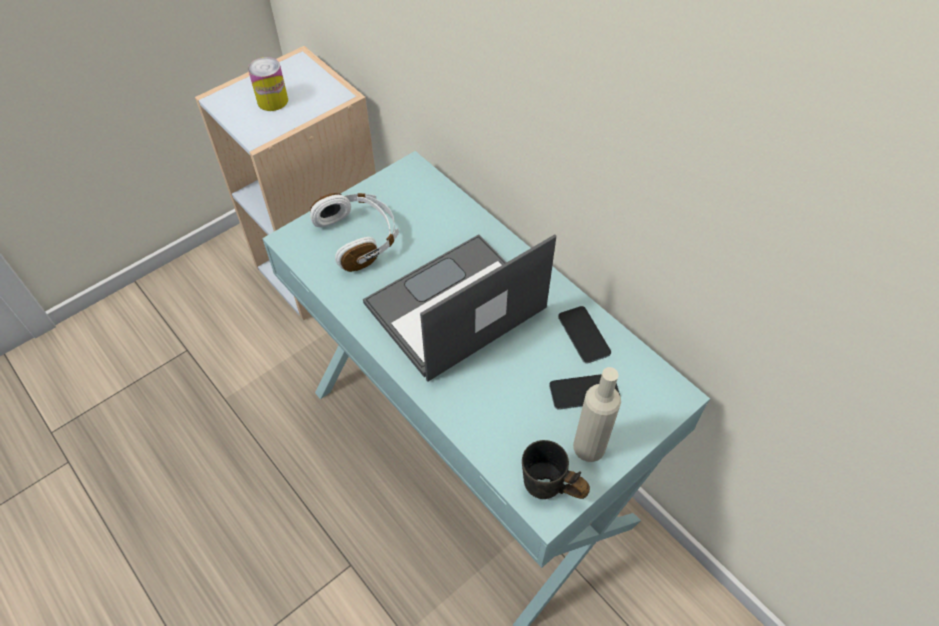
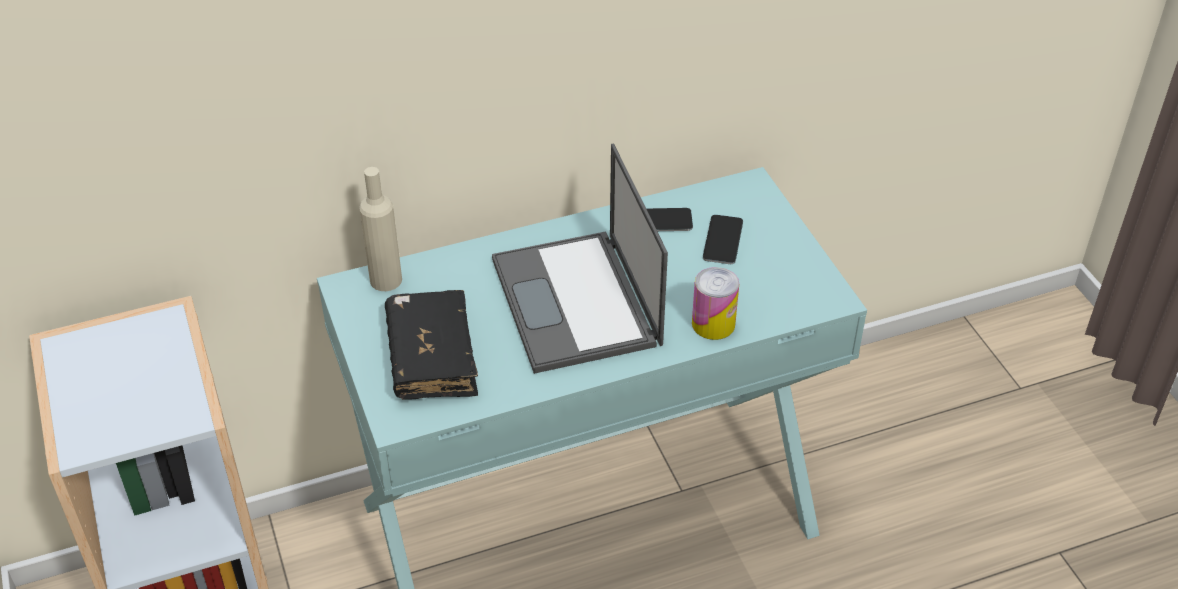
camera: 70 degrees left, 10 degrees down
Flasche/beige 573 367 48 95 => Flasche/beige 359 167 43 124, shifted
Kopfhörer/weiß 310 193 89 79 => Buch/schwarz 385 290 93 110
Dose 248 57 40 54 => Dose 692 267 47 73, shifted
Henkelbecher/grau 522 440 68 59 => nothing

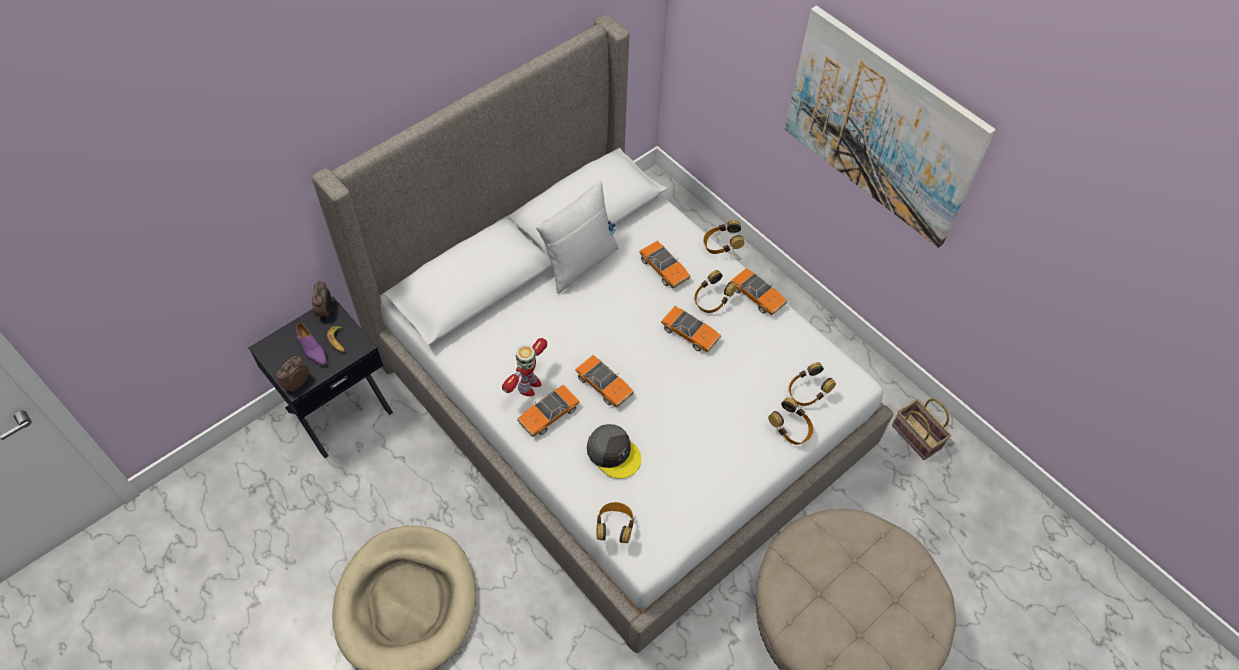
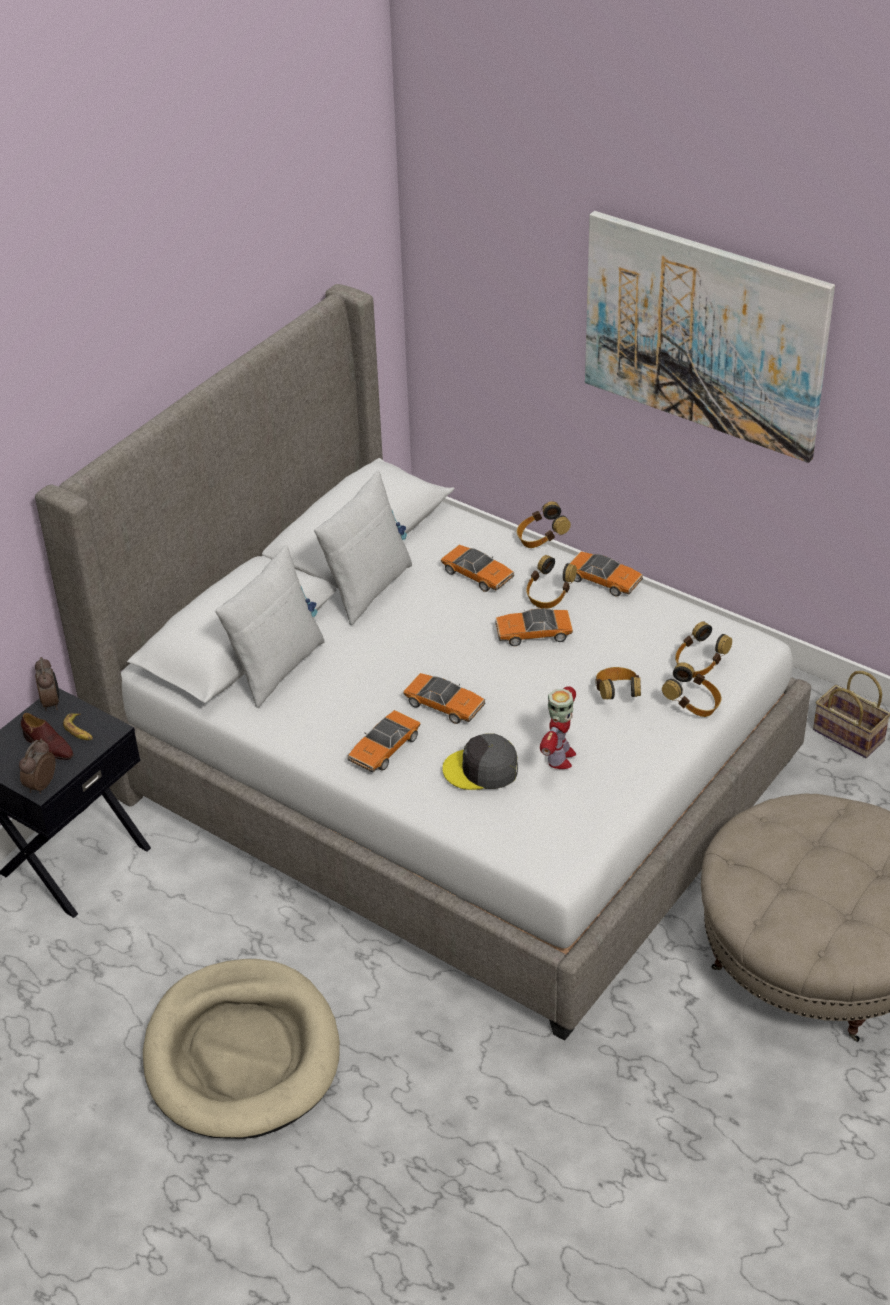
camera: 10 degrees left, 15 degrees down
Schuh/lila 295 323 32 43 => Schuh/braun 21 713 52 47
nothing => Kissen/grau 215 545 110 163
Kappe/grau 587 424 55 55 => Kappe/grau 442 733 76 57, 150 degrees clockwise
Spielzeugauto 661 306 60 46 => Spielzeugauto 495 608 78 38, 150 degrees clockwise
Spielzeugroboter 502 338 45 58 => Spielzeugroboter 540 686 36 83, shifted
Kopfhörer 597 502 37 41 => Kopfhörer 595 667 46 32, shifted

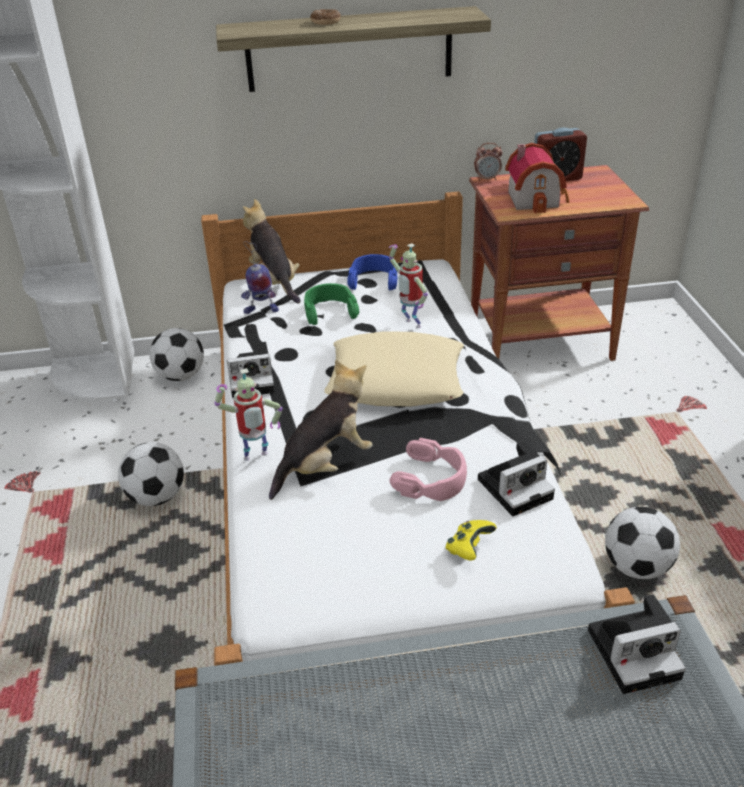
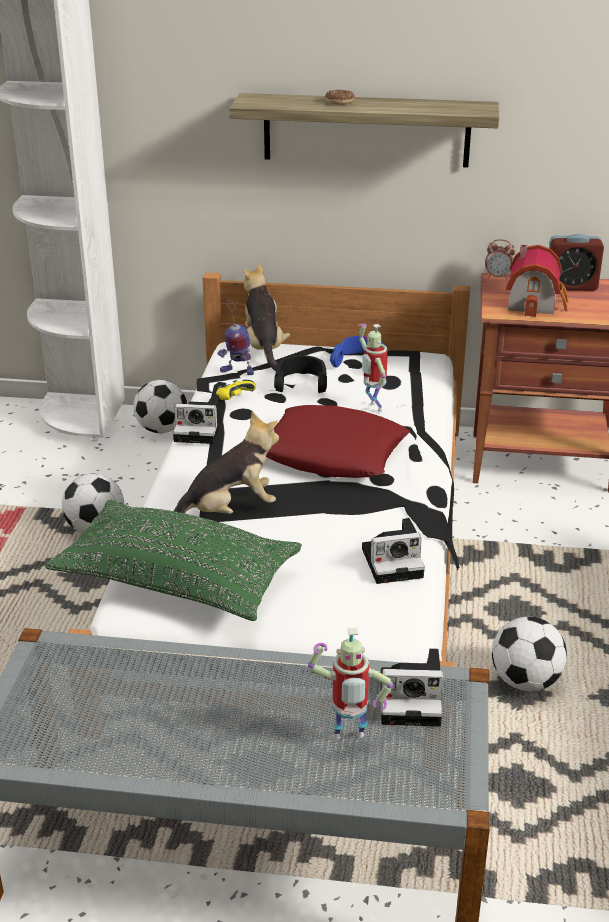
camera: 15 degrees right, 5 degrees down
nothing => Kissen/grün 45 499 257 122
Gamepad/gelb 446 520 51 40 => Gamepad/gelb 216 380 40 20, shifted
Kissen/beige 324 331 140 75 => Kissen/rot 266 405 144 73
Kopfhörer/grün 304 283 55 42 => Kopfhörer/schwarz 274 355 53 38
Spielzeugroboter 214 368 69 93 => Spielzeugroboter 308 628 85 111, shifted
Kopfhörer/rosa 390 438 77 63 => nothing

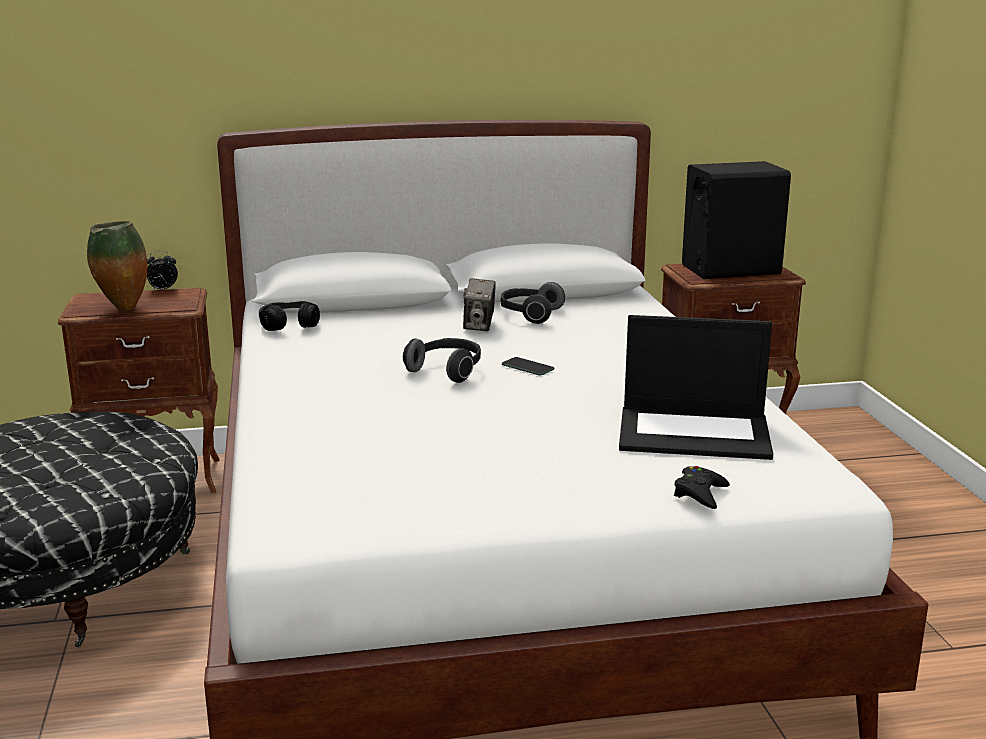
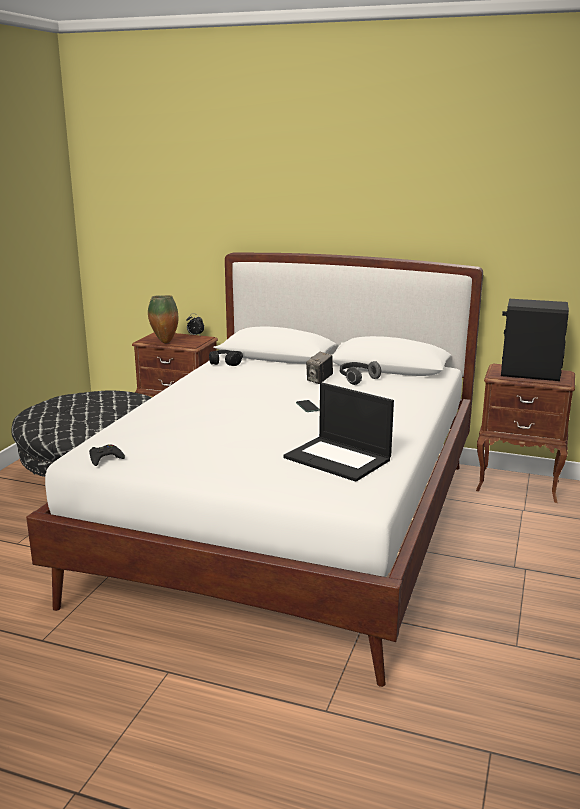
camera: 30 degrees right, 0 degrees up
Gamepad/schwarz 674 466 56 43 => Gamepad/schwarz 89 444 36 22, shifted
Kopfhörer 403 338 78 45 => nothing

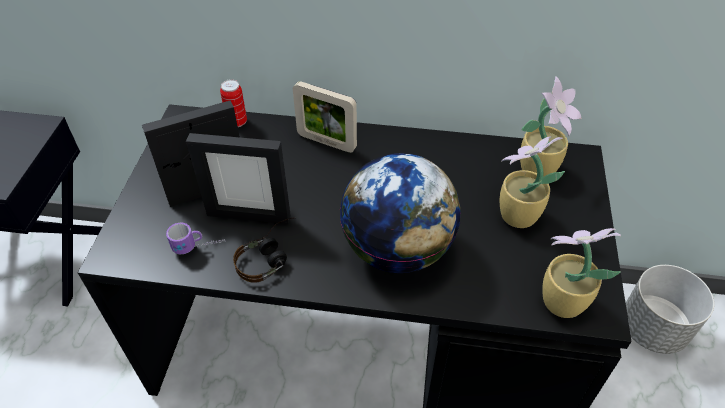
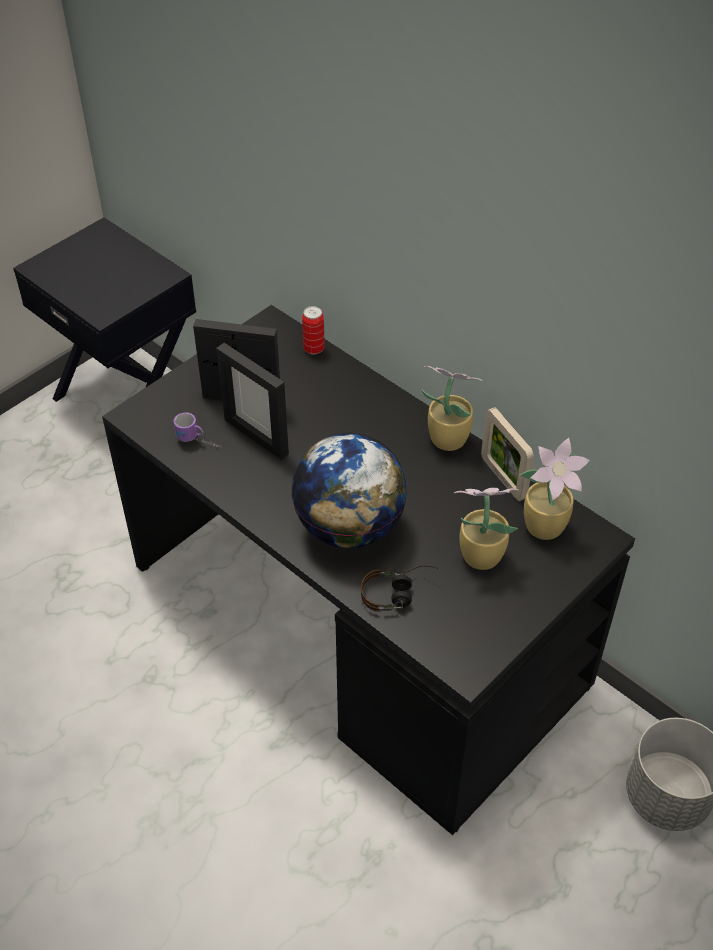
camera: 35 degrees right, 0 degrees up
Kopfhörer 233 218 60 65 => Kopfhörer 361 566 79 45, shifted
Topfpflanze 542 228 79 90 => Topfpflanze 422 366 61 85, shifted
Bilderrahmen 293 81 64 72 => Bilderrahmen 481 407 53 94, shifted

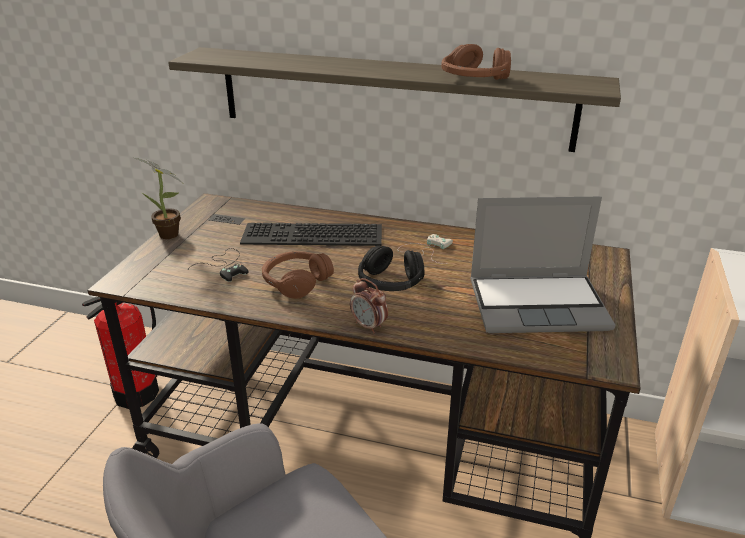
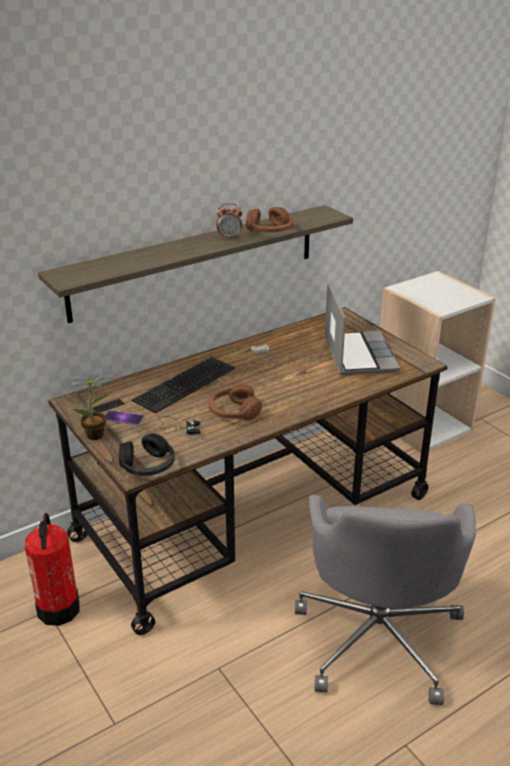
camera: 50 degrees left, 0 degrees up
nothing => Handy 105 410 39 16
Kopfhörer/schwarz 358 246 66 45 => Kopfhörer/schwarz 119 433 55 43, shifted
Wecker 350 278 38 55 => Wecker 216 203 26 36, shifted
Laptop 470 197 145 136 => Laptop 324 283 76 92, 45 degrees counterclockwise

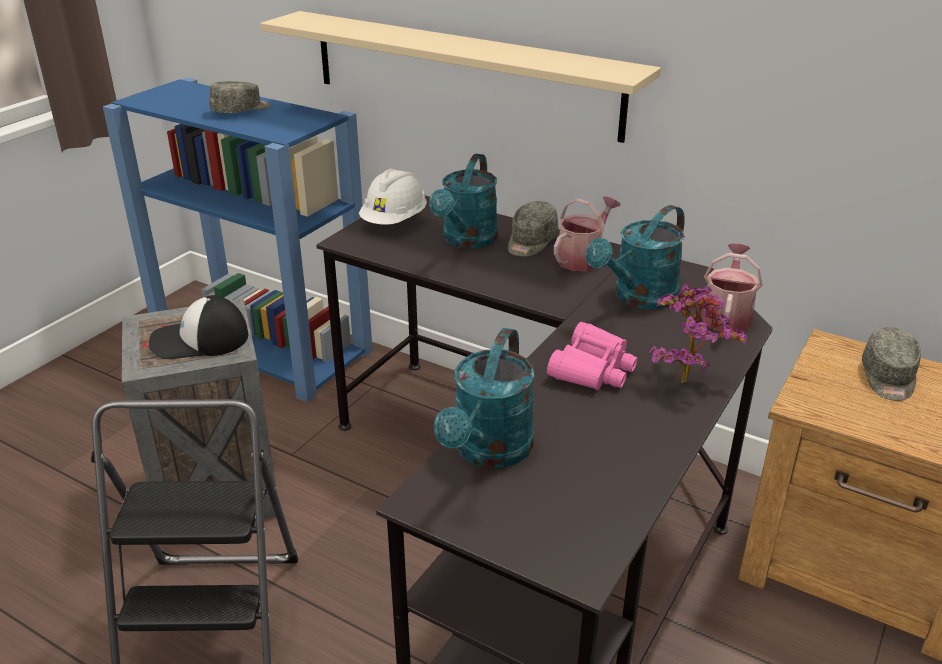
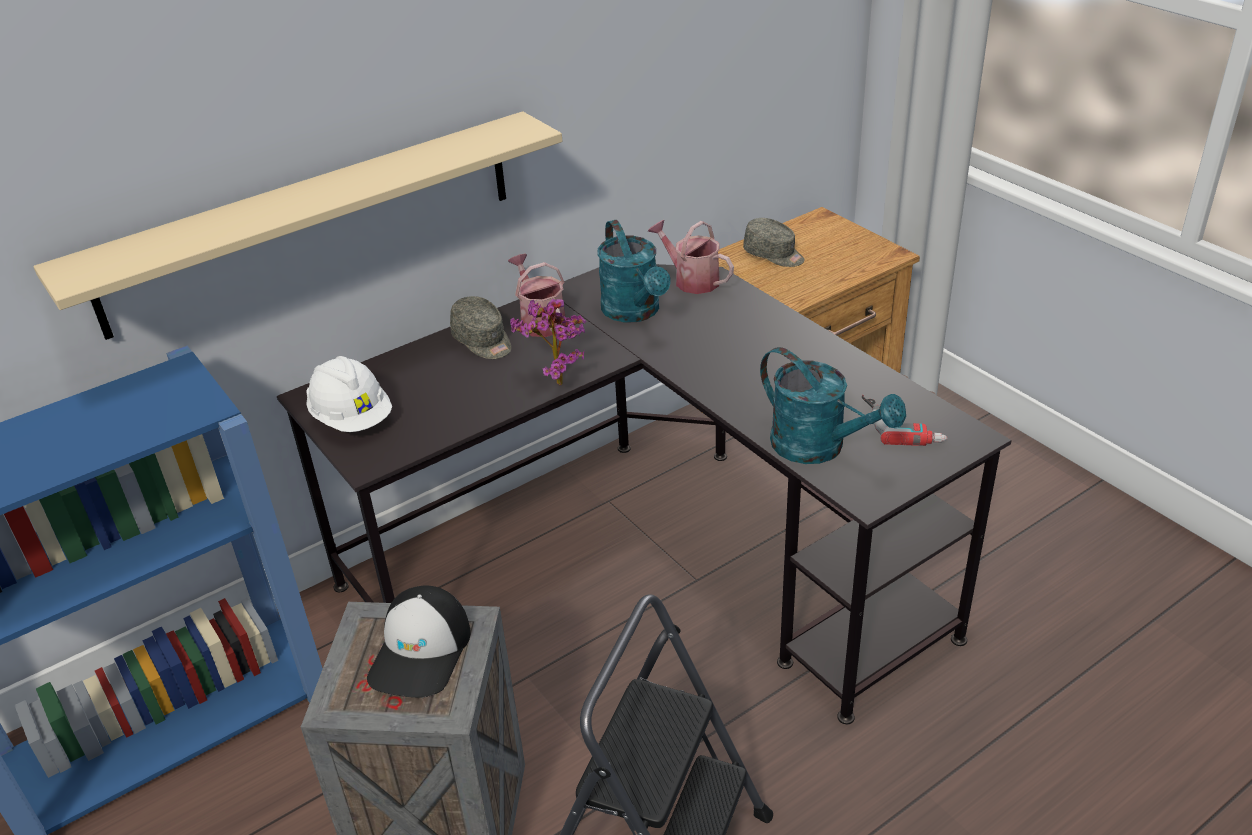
camera: 65 degrees left, 5 degrees up
Topfpflanze 649 283 98 100 => Topfpflanze 510 299 77 87, shifted
nothing => Bohrmaschine 862 395 85 51
Kappe/grau 209 81 62 32 => nothing
Gießkanne/türkis 429 154 69 94 => nothing
Fernglas/rosa 547 322 91 68 => nothing

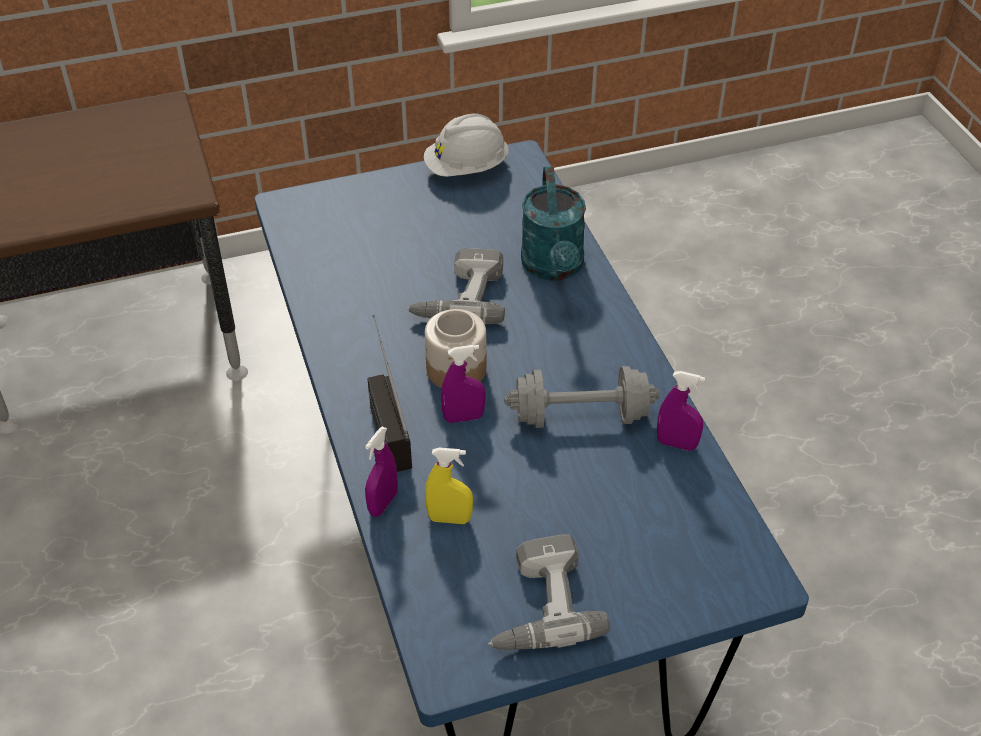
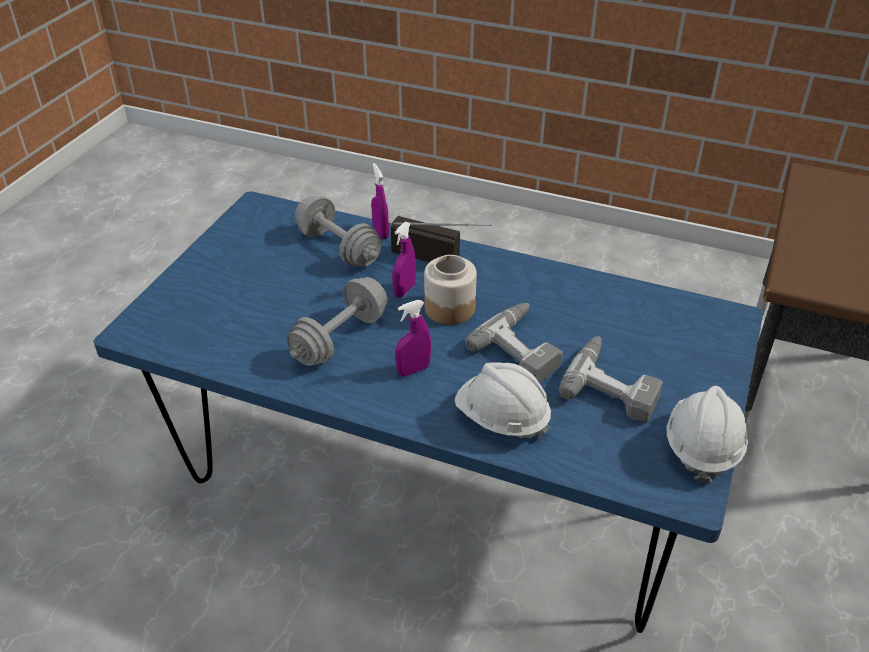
camera: 130 degrees right, 5 degrees down
Sprühflasche/gelb 425 448 48 76 => Hantel/grau 295 196 86 71
Sprühflasche/lila 657 371 49 80 => Sprühflasche/lila 395 300 36 76, shifted
Gießkanne/türkis 521 166 65 115 => Schutzhelm/weiß 455 362 96 77
Bohrmaschine 488 534 122 116 => Bohrmaschine 559 336 104 87, shifted

